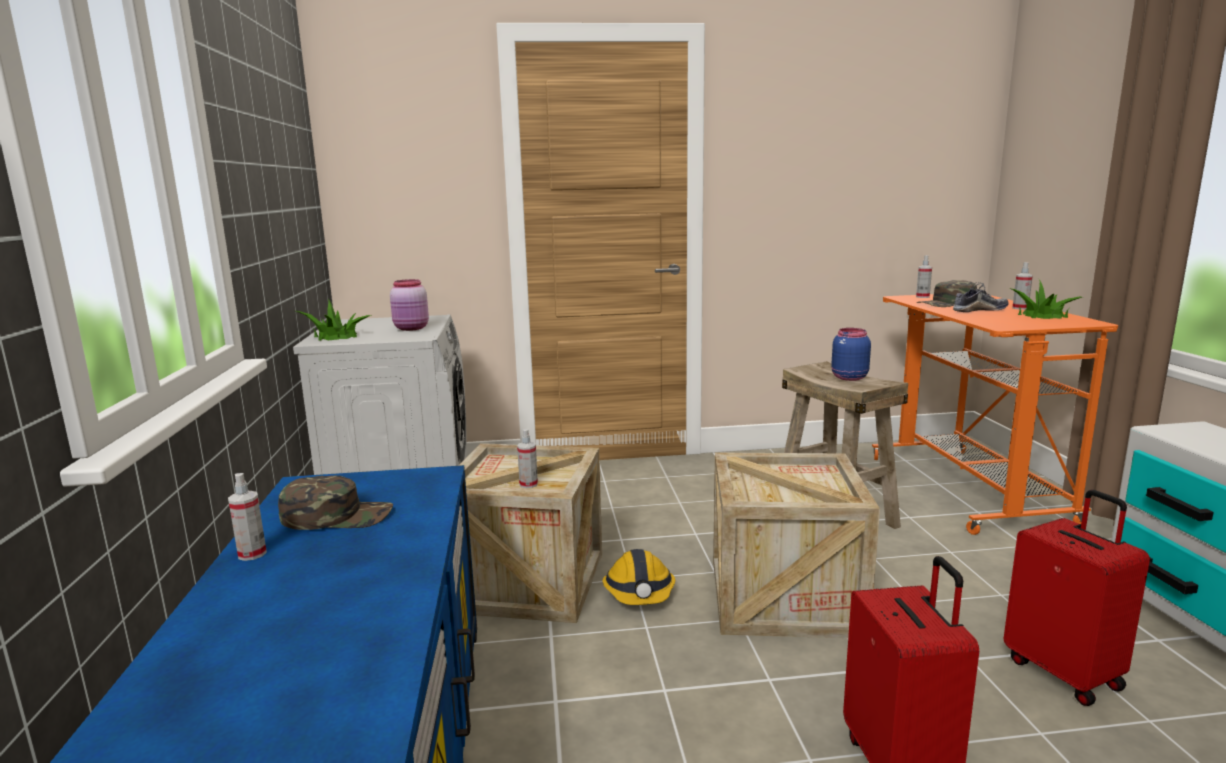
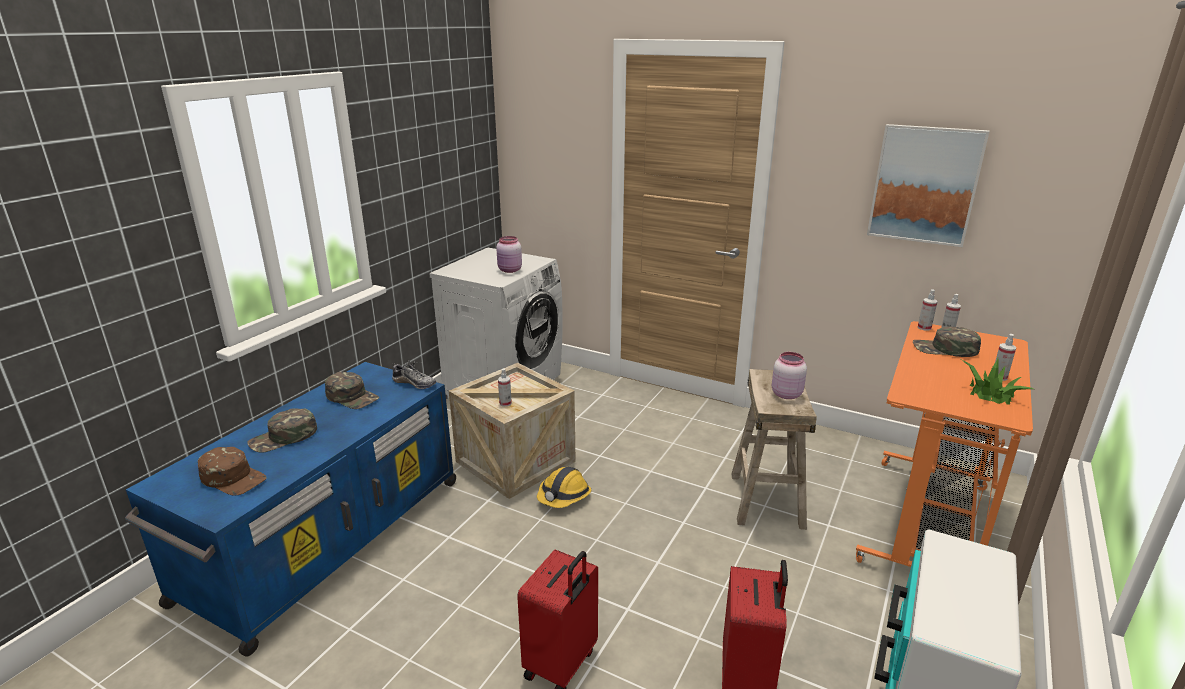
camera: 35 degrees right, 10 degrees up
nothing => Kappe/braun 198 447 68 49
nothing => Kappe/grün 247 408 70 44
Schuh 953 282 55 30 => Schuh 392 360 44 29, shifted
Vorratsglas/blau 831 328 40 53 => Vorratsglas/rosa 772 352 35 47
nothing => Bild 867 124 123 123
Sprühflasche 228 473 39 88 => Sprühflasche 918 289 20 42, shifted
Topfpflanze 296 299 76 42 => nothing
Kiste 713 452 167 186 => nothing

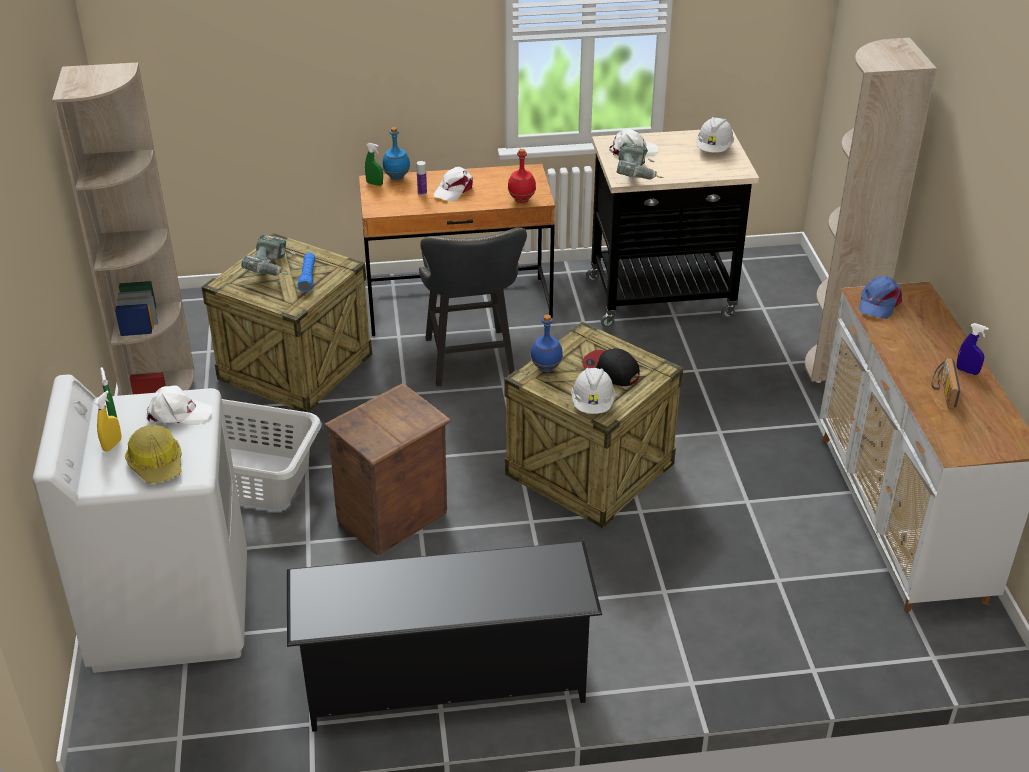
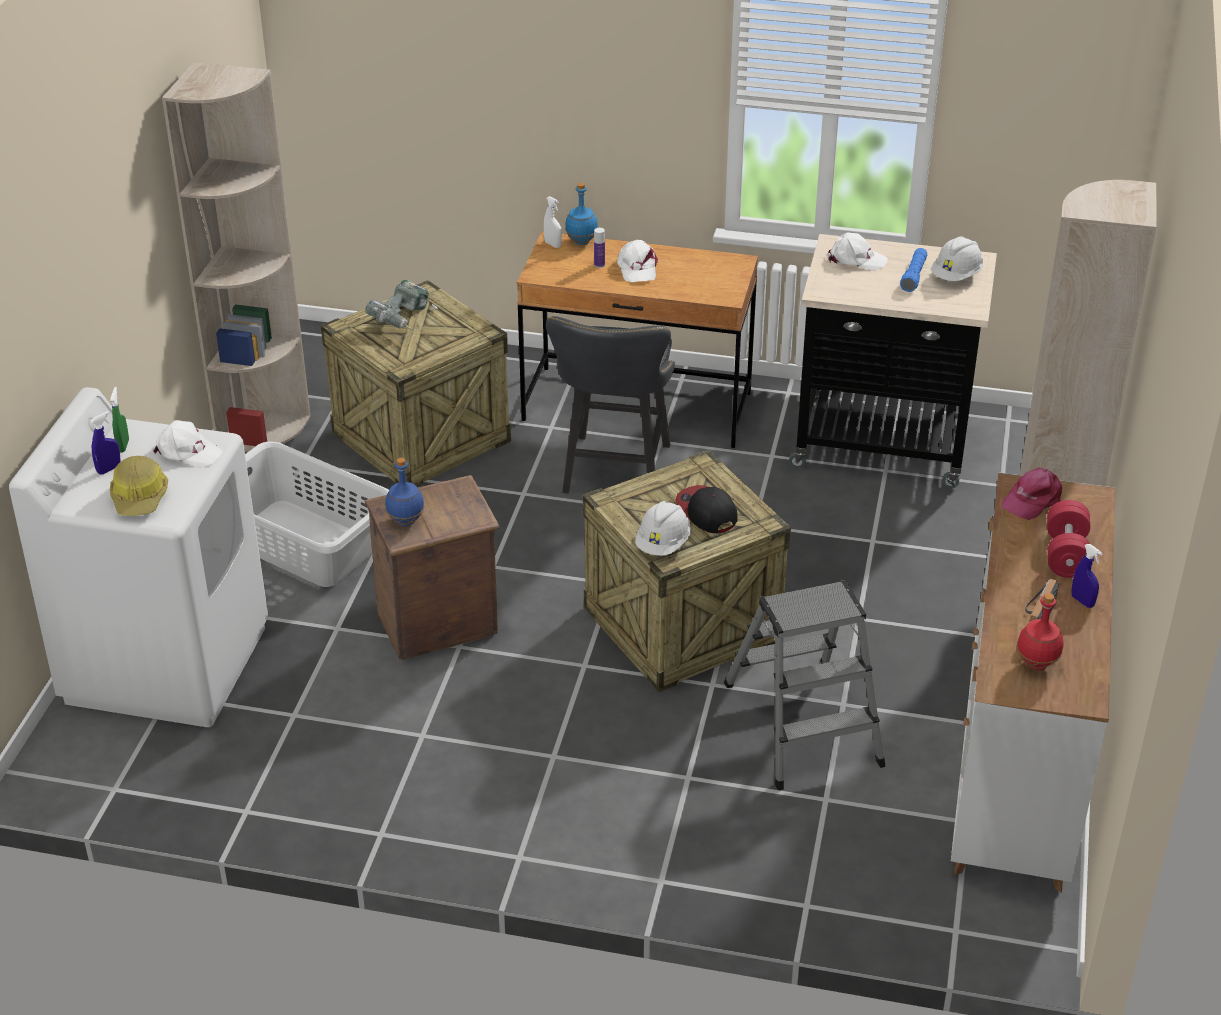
camera: 20 degrees right, 0 degrees up
Sprühflasche/gelb 94 391 27 61 => Sprühflasche/blau 90 411 30 64
Flasche/blau 530 315 33 58 => Flasche/blau 385 458 39 68, shifted
Sprühflasche/grün 365 143 18 43 => Sprühflasche/weiß 544 196 18 52
Kappe/weiß 434 167 39 35 => Kappe/weiß 617 240 41 42, 60 degrees counterclockwise
nothing => Trittleiter/grau 724 580 161 210
Taschenlampe/blau 297 253 18 39 => Taschenlampe/blau 900 248 27 44, shifted
Kappe/blau 859 276 43 43 => Kappe/rosa 1002 467 60 53
Flasche/rot 508 149 28 54 => Flasche/rot 1017 593 47 77, shifted
nothing => Hantel/rot 1047 500 43 78
Schuhregal/schwarz 287 541 315 191 => nothing
Bohrmaschine 617 142 47 38 => nothing

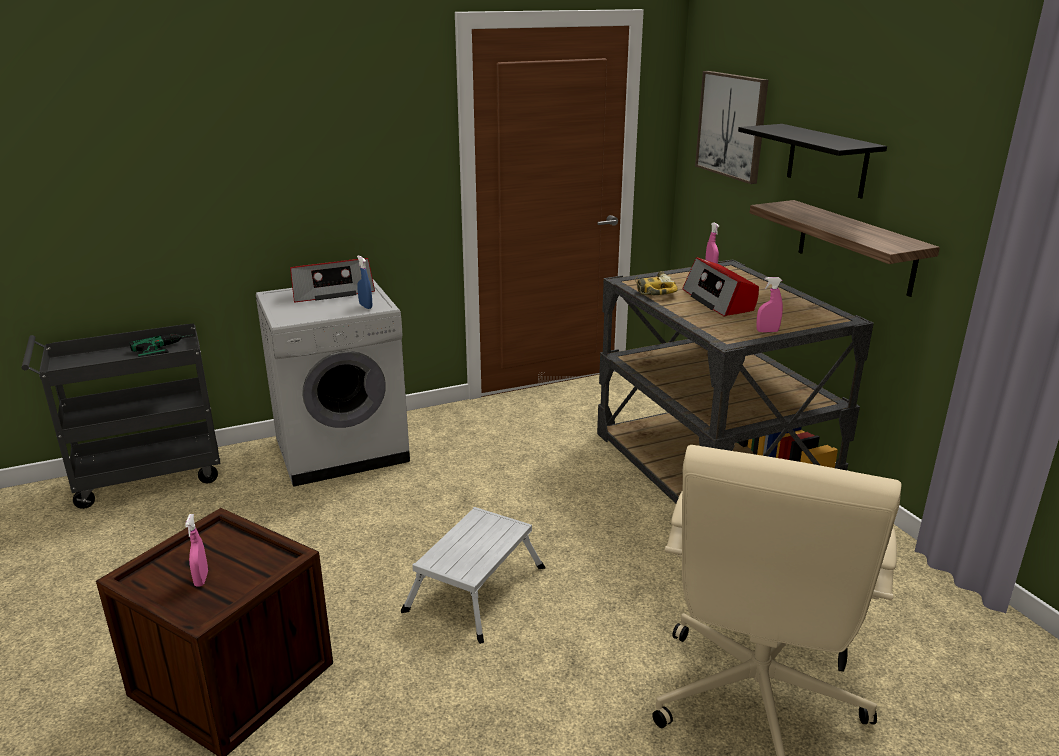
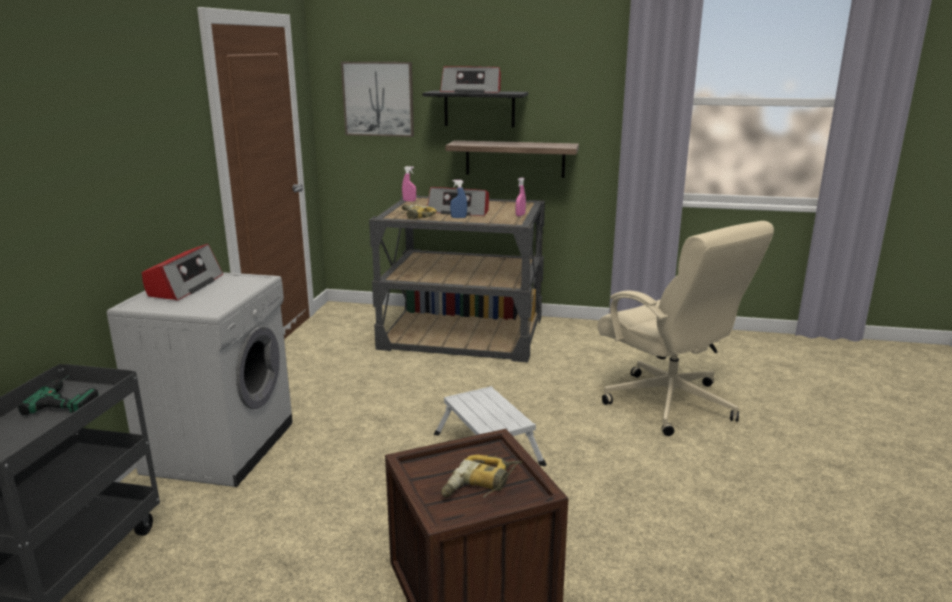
camera: 55 degrees left, 5 degrees down
nothing => Radio 440 66 61 27
Sprühflasche/rosa 185 514 23 73 => Bohrmaschine 441 455 82 43
Sprühflasche/blau 357 255 15 54 => Sprühflasche/blau 450 180 17 38, shifted

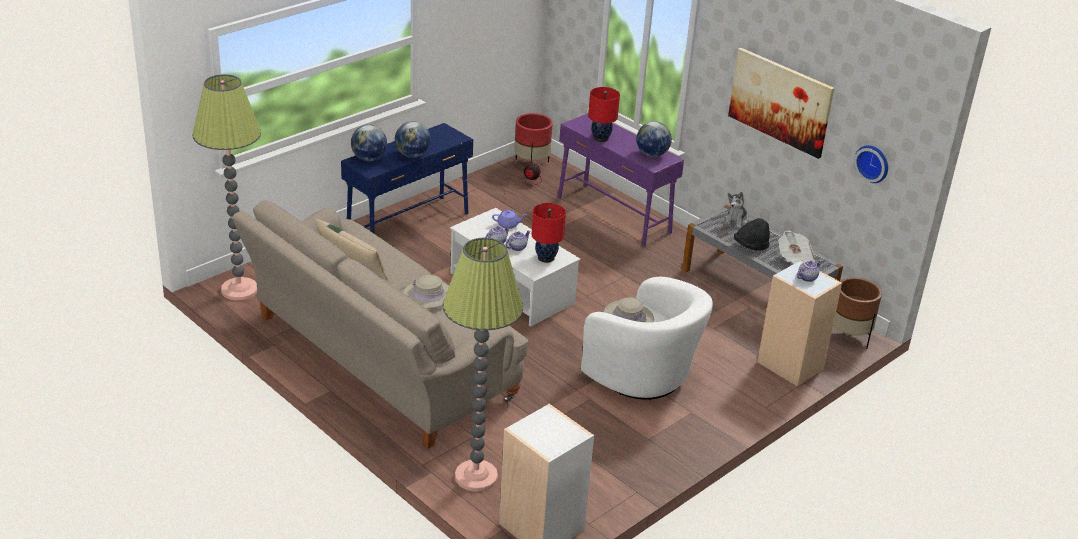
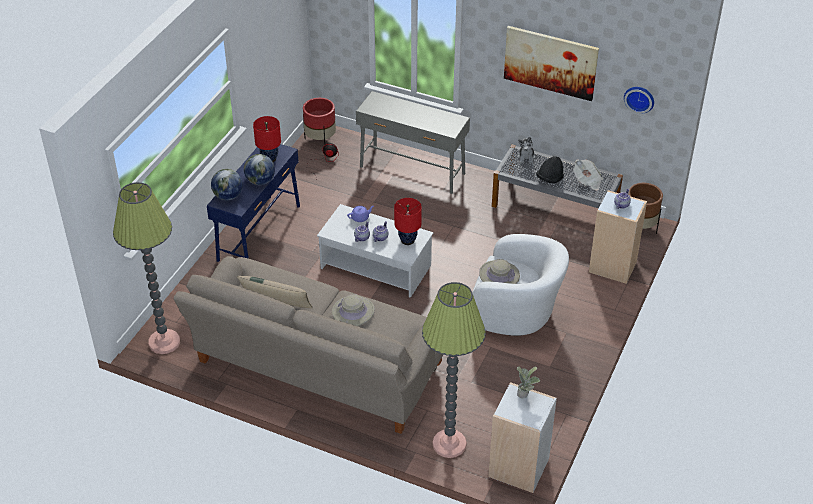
camera: 20 degrees left, 10 degrees up
Tischlampe/rot 588 87 32 55 => Tischlampe/rot 253 116 28 46, shifted
Konsolentisch/lila 558 113 126 134 => Konsolentisch/grau 356 91 114 103
nothing => Topfpflanze 517 367 23 32
Globus 636 121 36 36 => nothing

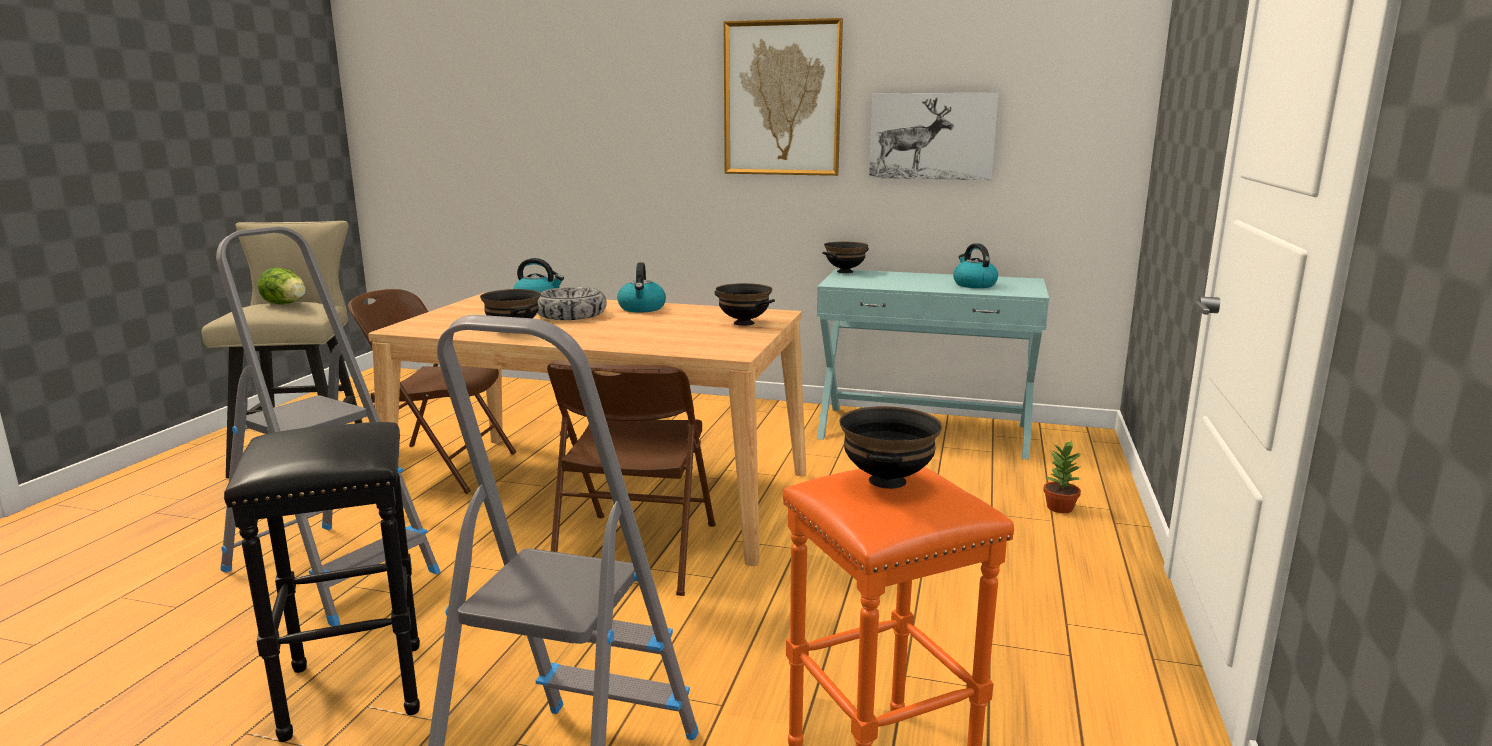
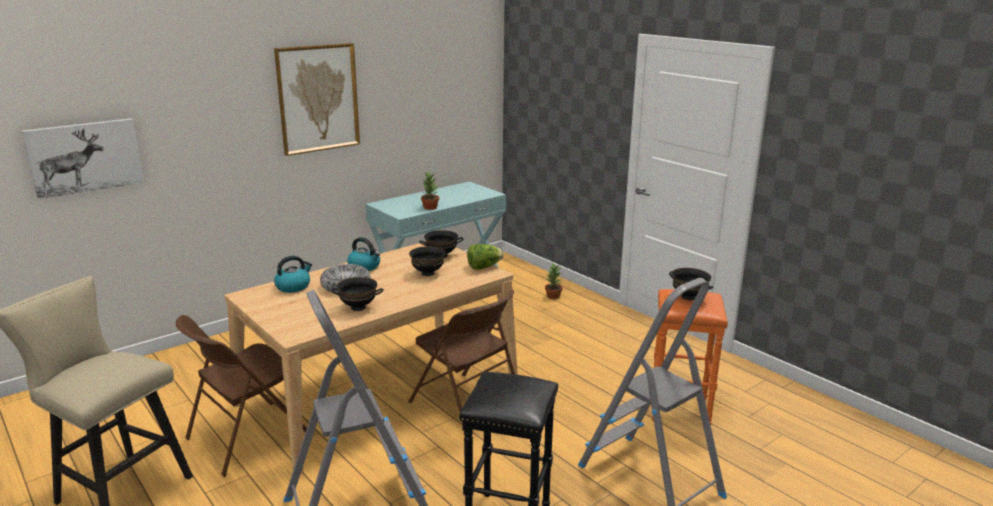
camera: 55 degrees left, 5 degrees up
Bild 869 93 129 87 => Bild 22 118 122 81, shifted
Schüssel/schwarz 822 242 47 31 => Schüssel/schwarz 409 246 37 30, shifted
nothing => Topfpflanze 421 171 18 39
Salatkopf 257 268 49 37 => Salatkopf 467 244 37 26, shifted
Wasserkessel 953 243 45 45 => nothing

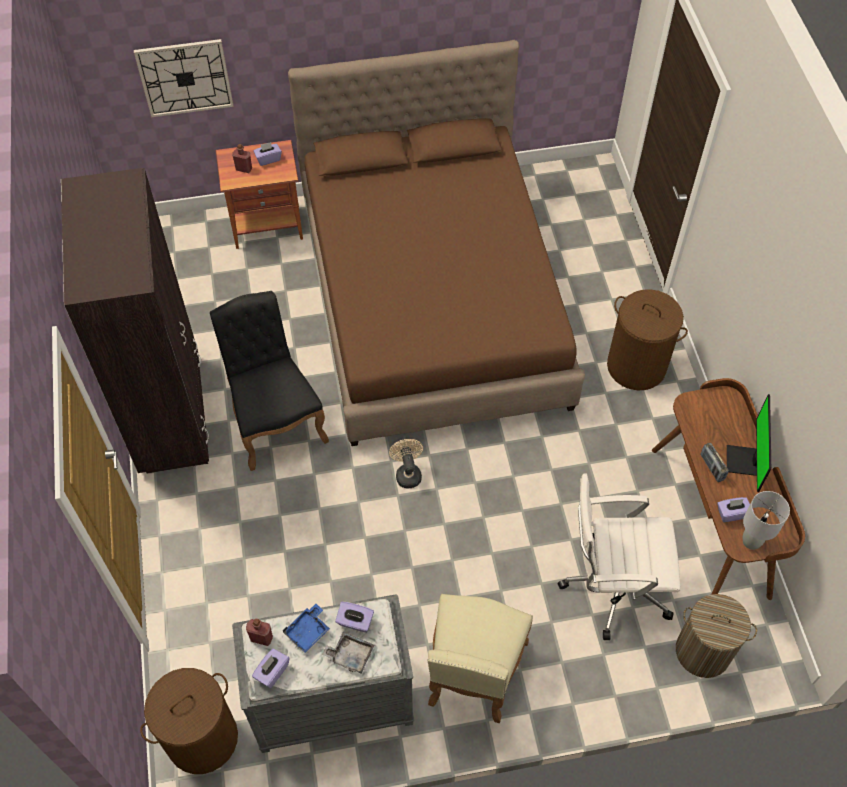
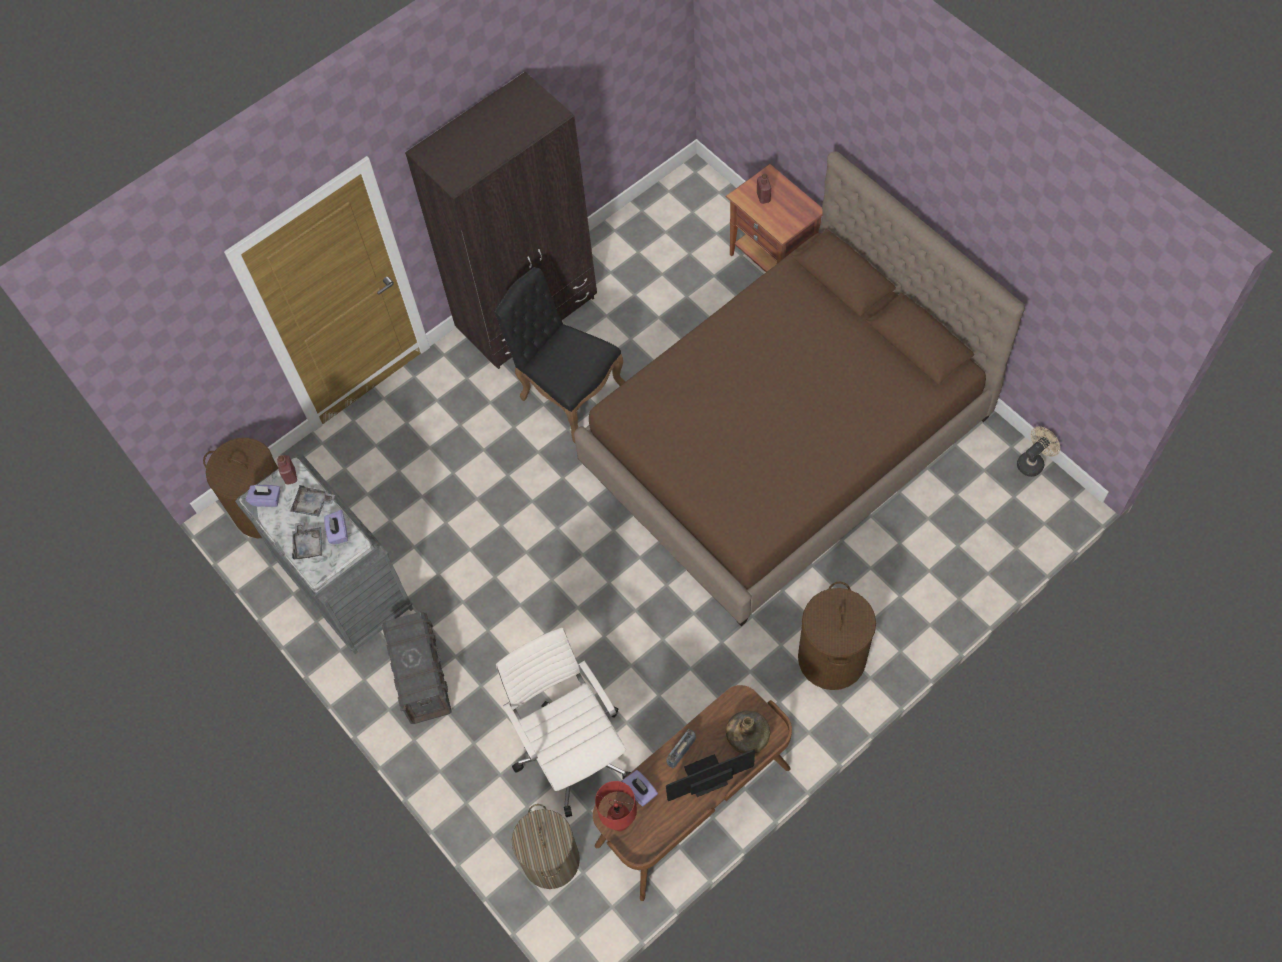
camera: 65 degrees right, 5 degrees up
Tablett/blau 283 604 47 49 => Tablett/grau 290 485 45 32
Stuhl/beige 427 594 106 129 => Aufbewahrungsbox/grau 382 612 70 112
Stuhl/schwarz 210 291 119 180 => Stuhl/schwarz 494 267 132 176, 90 degrees counterclockwise
Tischlampe/grau 742 491 48 59 => Tischlampe/rot 595 781 42 50
nothing => Flasche/grün 726 711 44 43
Ventilator/beige 389 439 34 49 => Ventilator/beige 1017 426 43 51, shifted
Wanduhr 134 39 100 78 => nothing
Taschentuchbox/lila 254 142 28 24 => nothing

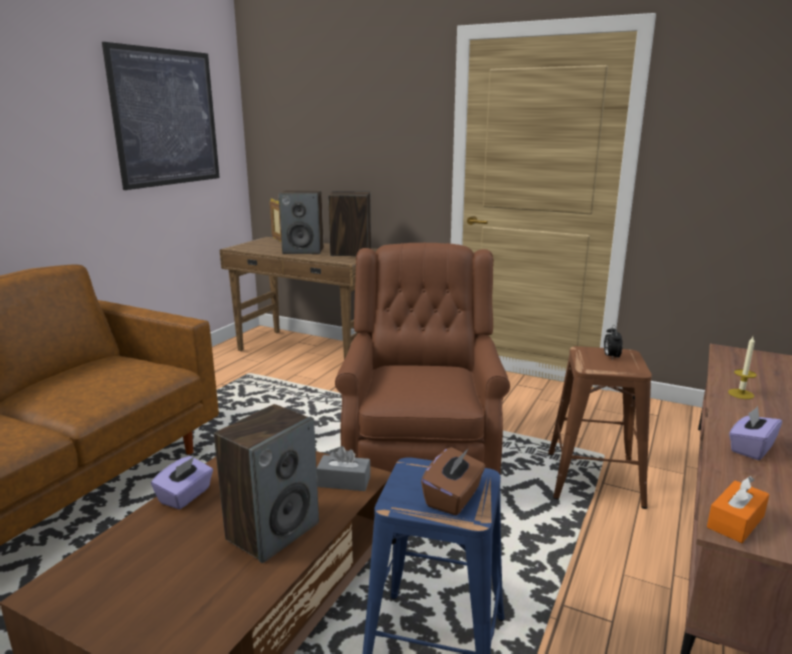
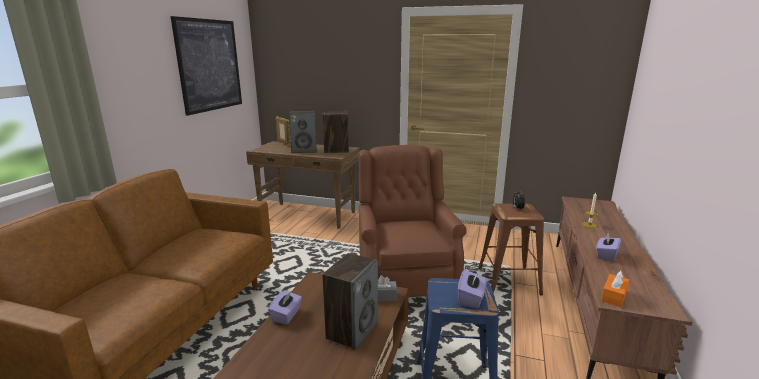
camera: 10 degrees left, 0 degrees up
Taschentuchbox/braun 421 447 64 69 => Taschentuchbox/lila 458 270 28 38

